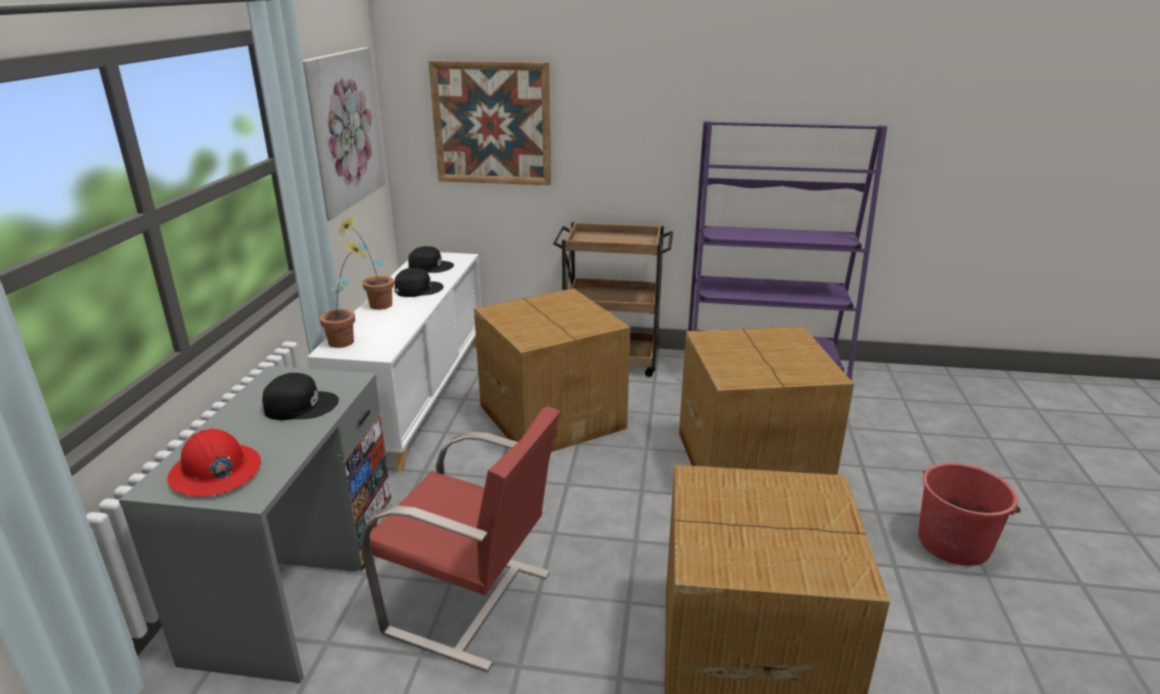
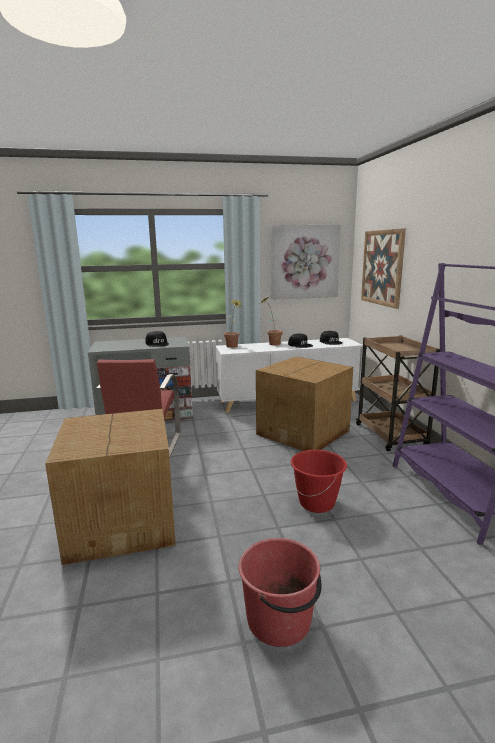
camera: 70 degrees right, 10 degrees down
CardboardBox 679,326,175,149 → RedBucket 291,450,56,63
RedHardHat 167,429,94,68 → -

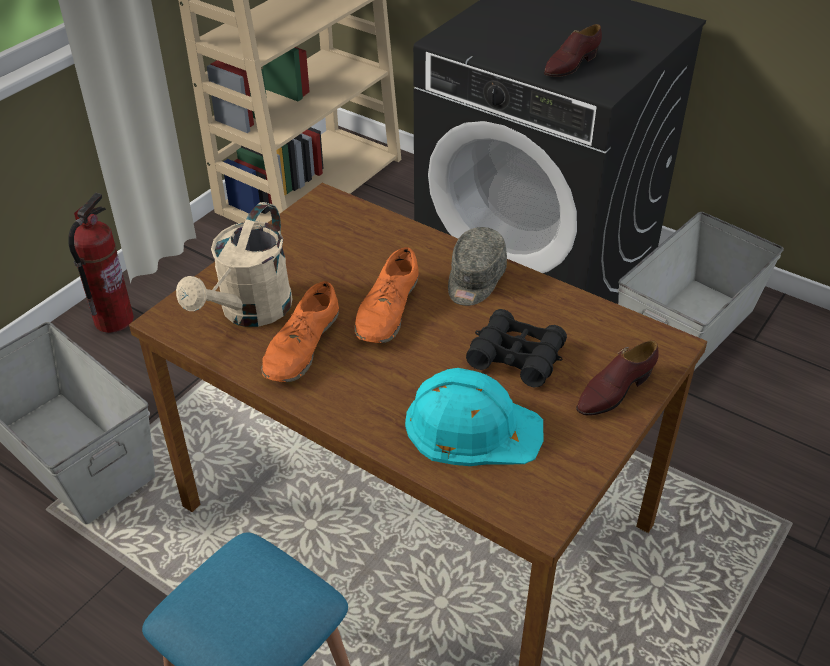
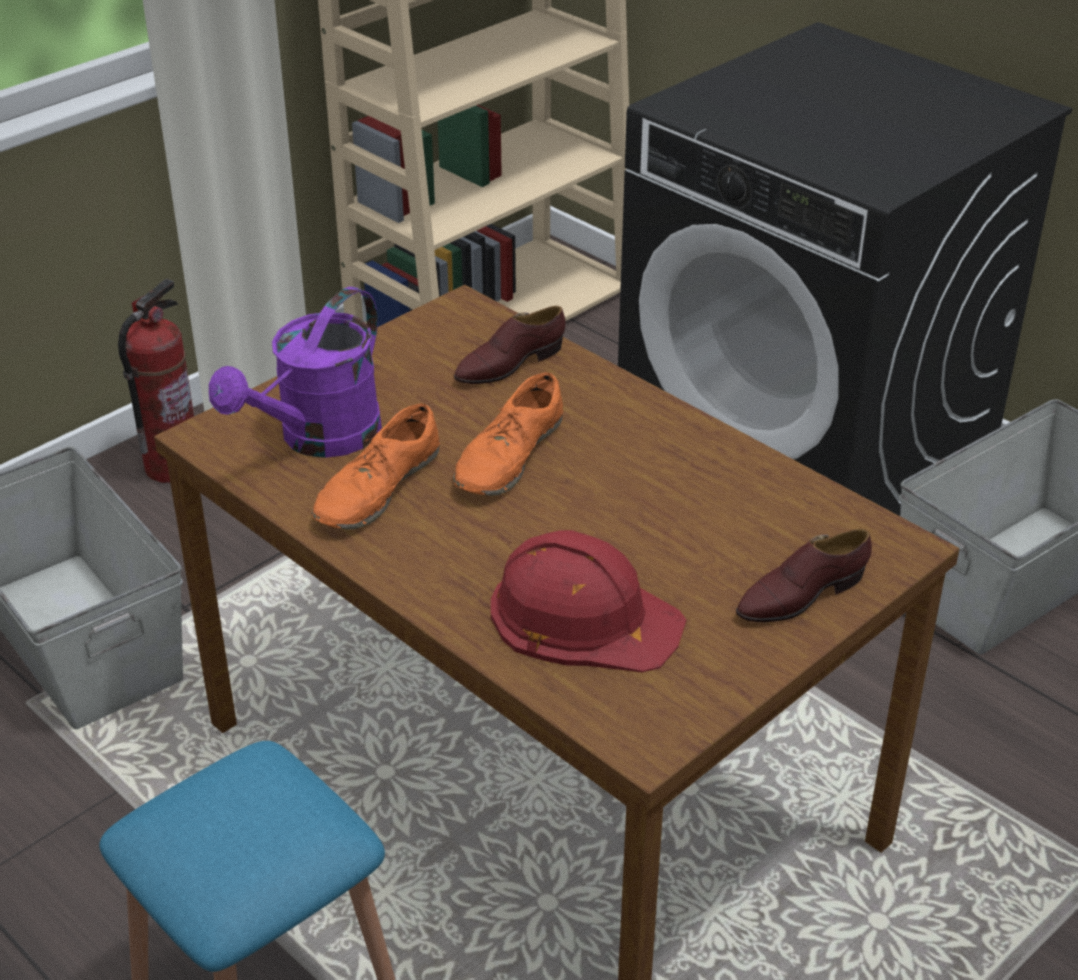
camera: 10 degrees right, 5 degrees down
BrownShoe 544,24,58,53 → BrownShoe 454,306,112,78, shifted
BeigeWateringCan 176,202,117,125 → PurpleWateringCan 209,287,173,171
GreyCap 448,227,59,79 → -
BlackBinoculars 466,309,101,78 → -
TurquoiseHardHat 405,368,138,98 → RedHardHat 491,530,195,142

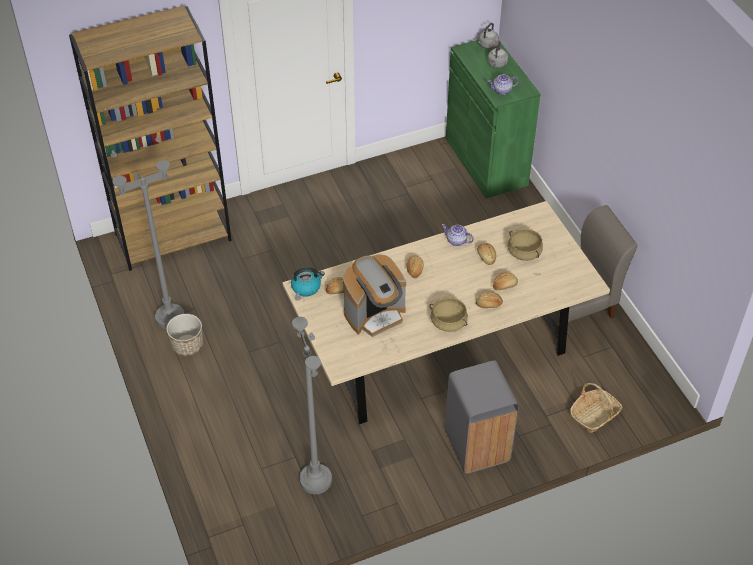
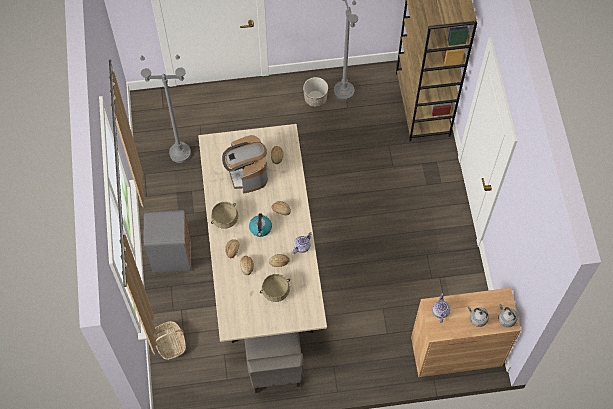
camera: 105 degrees right, 15 degrees up
GreenCabinet 446,40,94,159 → BrownCabinet 411,288,110,89
Kettle 291,267,34,30 → Kettle 249,213,23,24, shifted

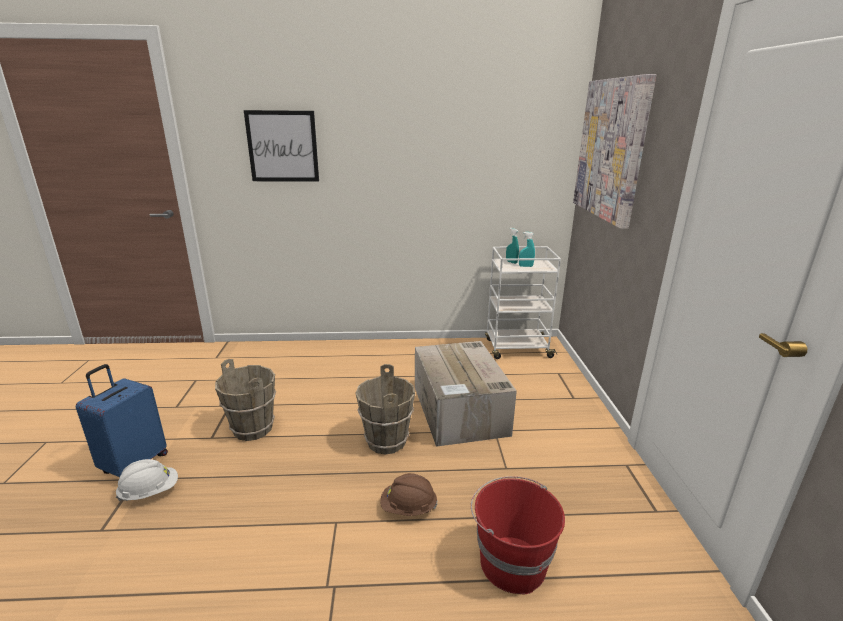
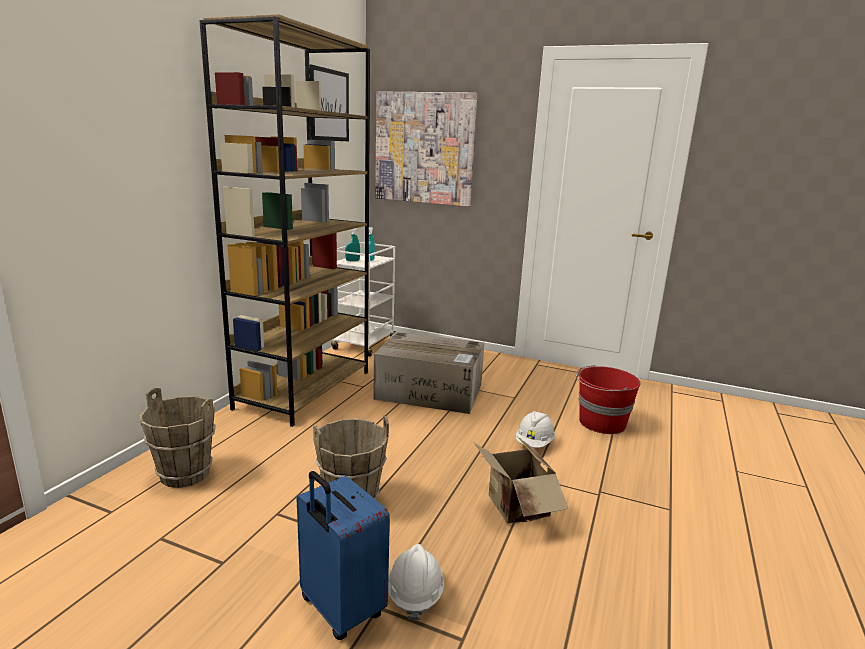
camera: 65 degrees left, 5 degrees down
Picture 244,110,75,72 → Picture 309,64,40,77, shifted
BrownBucket 355,364,60,90 → BrownBucket 140,388,76,100, shifted
BrownHardHat 380,473,58,43 → WhiteHardHat 516,411,39,37
- → BrownBookcase 199,14,171,413
- → CardboardBox 473,437,95,86

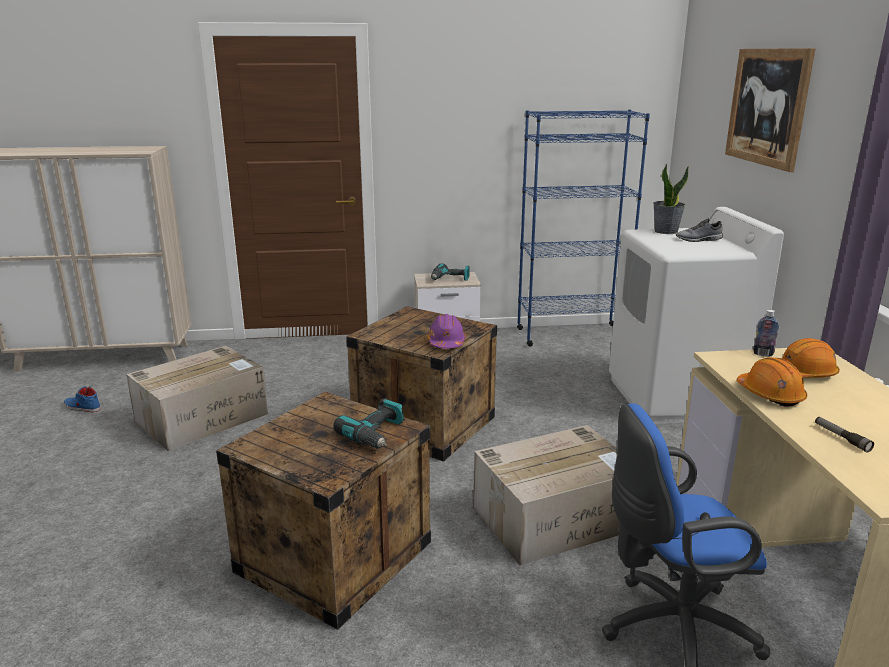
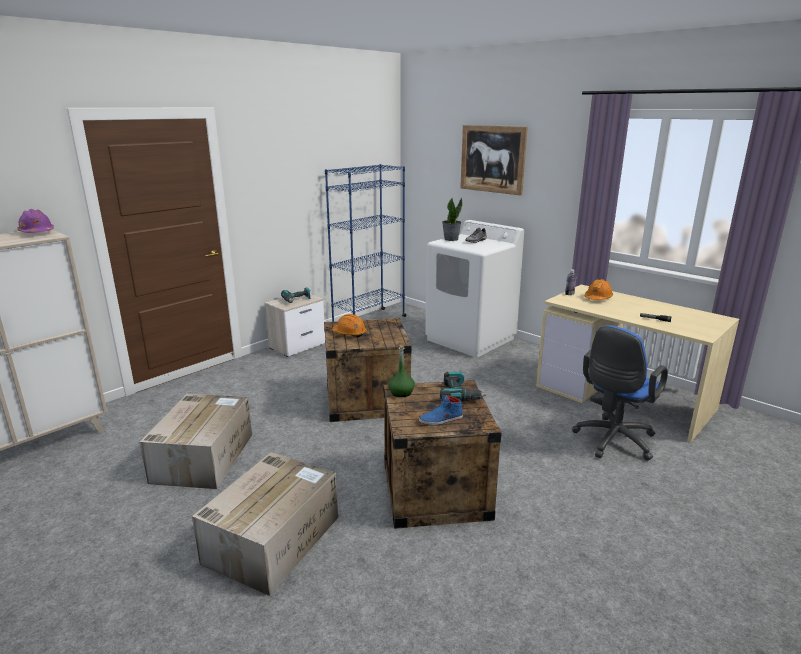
camera: 40 degrees left, 0 degrees up
PurpleHardHat 427,314,39,35 → PurpleHardHat 17,209,37,24, shifted
OrangeHardHat 737,357,70,49 → OrangeHardHat 332,314,35,23, shifted
BlueShoe 64,386,37,26 → BlueShoe 419,394,44,31, shifted
CardboardBox 473,425,148,141 → CardboardBox 192,452,146,144, shifted
- → GreenBottle 388,345,27,52

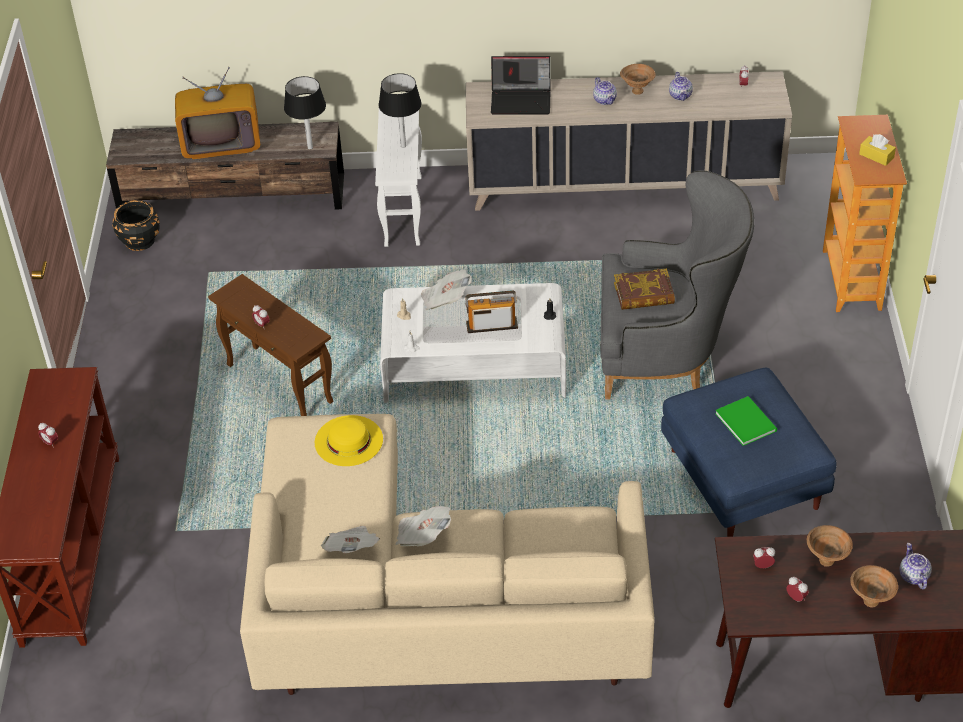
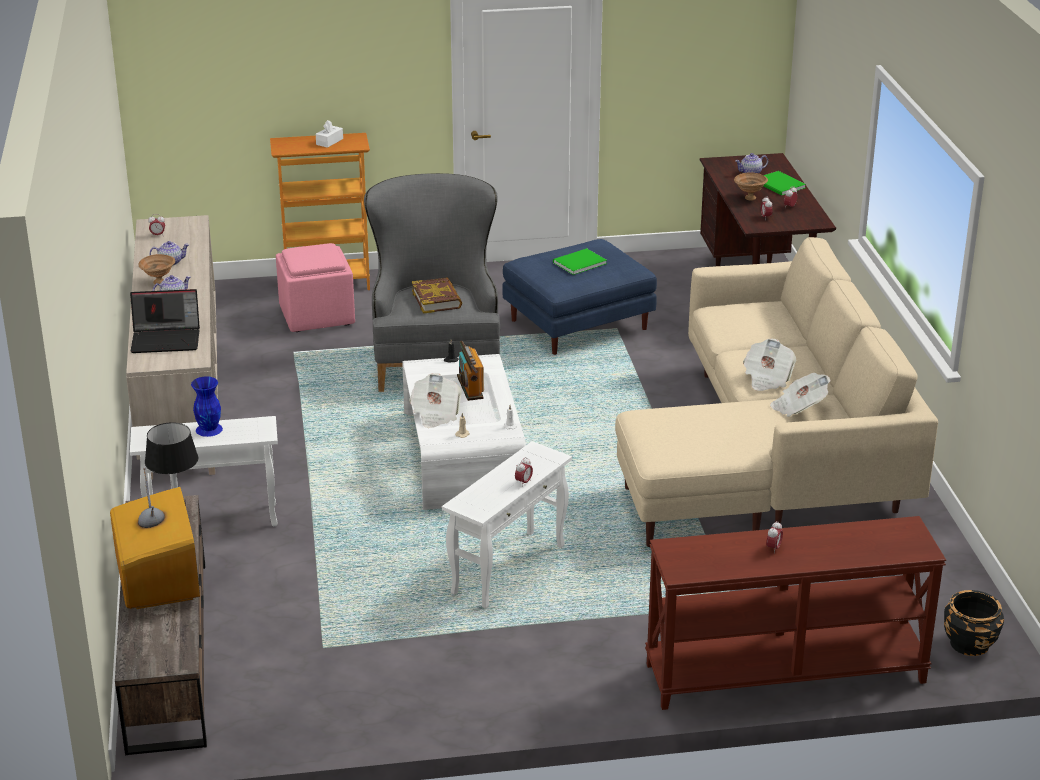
camera: 100 degrees left, 15 degrees down
Laptop 491,56,60,59 → Laptop 130,289,70,64, 90 degrees clockwise
BlackTableLamp 379,73,43,75 → BlueVase 191,376,32,61
YellowTissueBox 859,134,37,32 → WhiteTissueBox 316,120,27,28
BlackPlanter 113,200,47,51 → BlackPlanter 944,590,60,66, shifted
BrownSideTable 208,274,125,142 → WhiteSideTable 442,441,130,168
YellowHat 315,415,68,51 → -
BrownBowl 850,565,48,43 → GreenBook 763,171,43,25
- → PinkOttoman 276,243,79,89

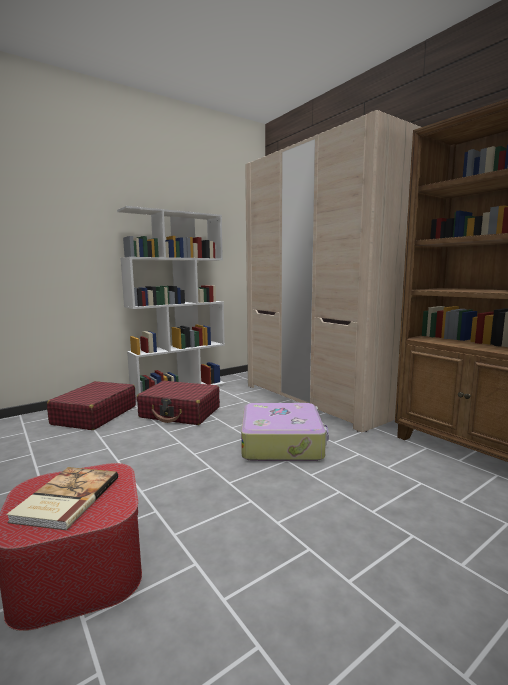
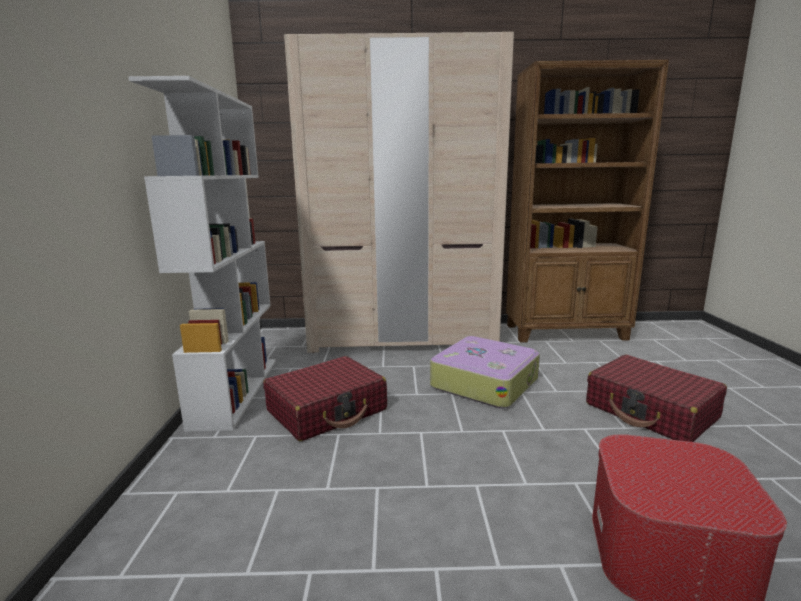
camera: 55 degrees left, 5 degrees up
RedSuitcase 47,381,89,49 → RedSuitcase 586,354,141,88, shifted
Book 6,467,112,63 → -

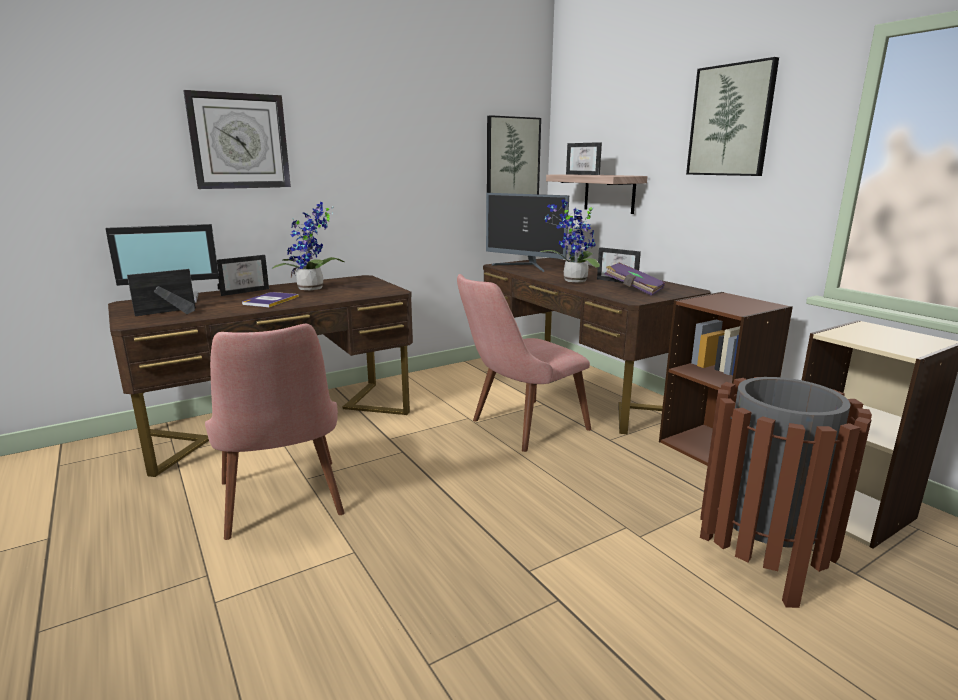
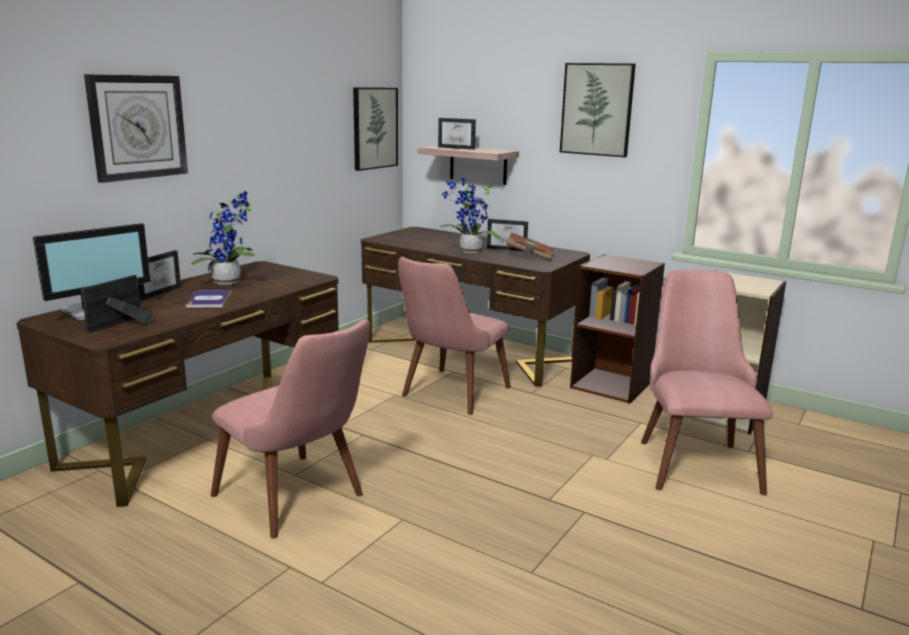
camera: 25 degrees left, 0 degrees up
Monitor 486,193,83,79 → -
PurpleBook 605,263,60,33 → BrownBook 506,233,48,28
BrownTrashCan 700,377,172,231 → PinkChair 641,270,132,225

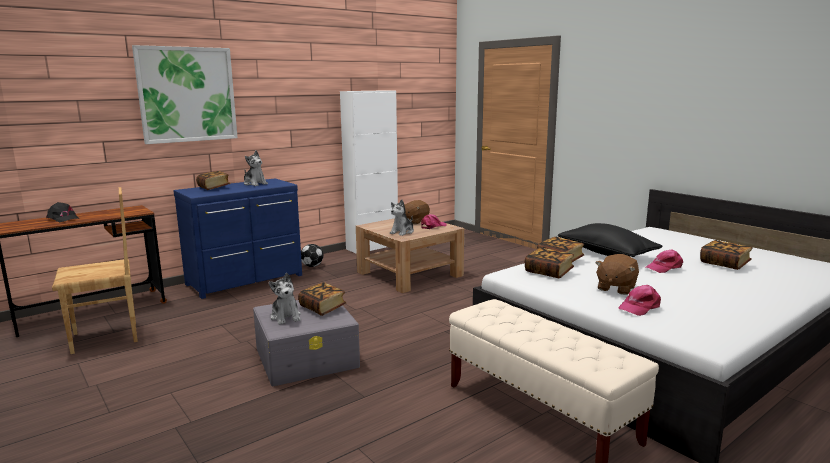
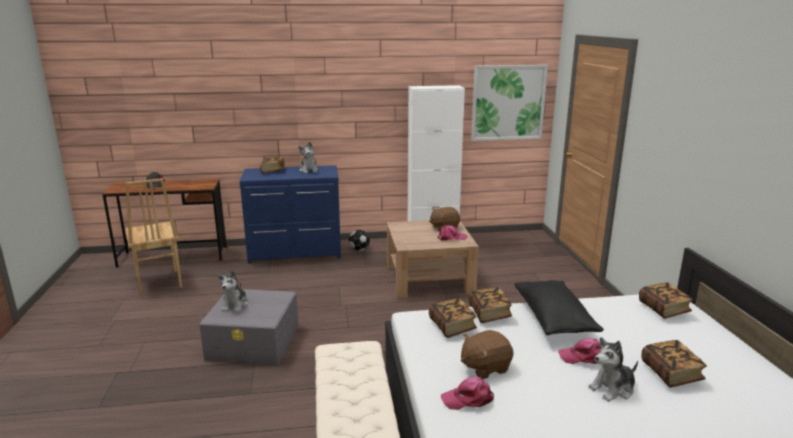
camera: 30 degrees right, 5 degrees up
Picture 132,45,106,99 → Picture 471,65,77,76, shifted
BrownChair 52,187,86,167 → BrownChair 125,178,57,117, 60 degrees clockwise
PlushToy 390,199,24,37 → PlushToy 588,337,50,65, shifted
Book 298,282,49,34 → Book 639,282,54,36, shifted

